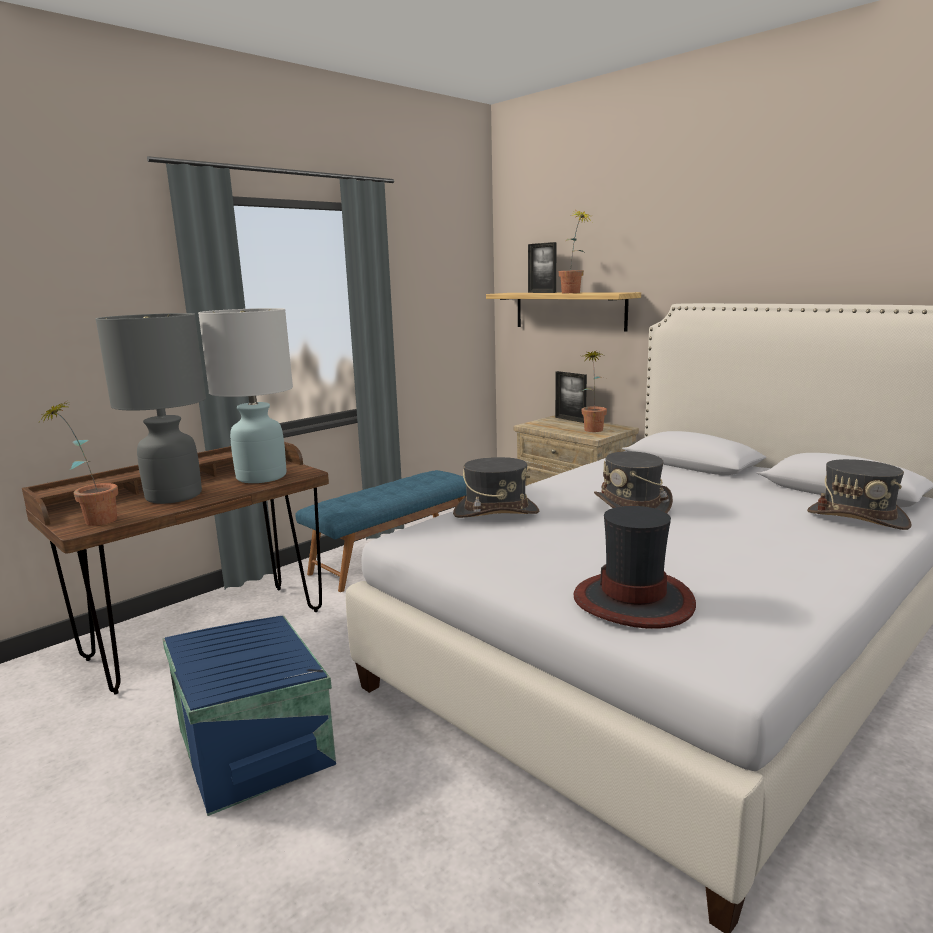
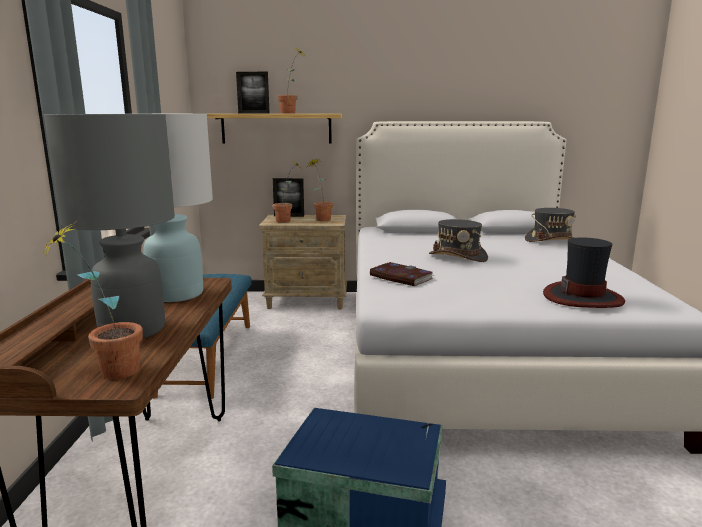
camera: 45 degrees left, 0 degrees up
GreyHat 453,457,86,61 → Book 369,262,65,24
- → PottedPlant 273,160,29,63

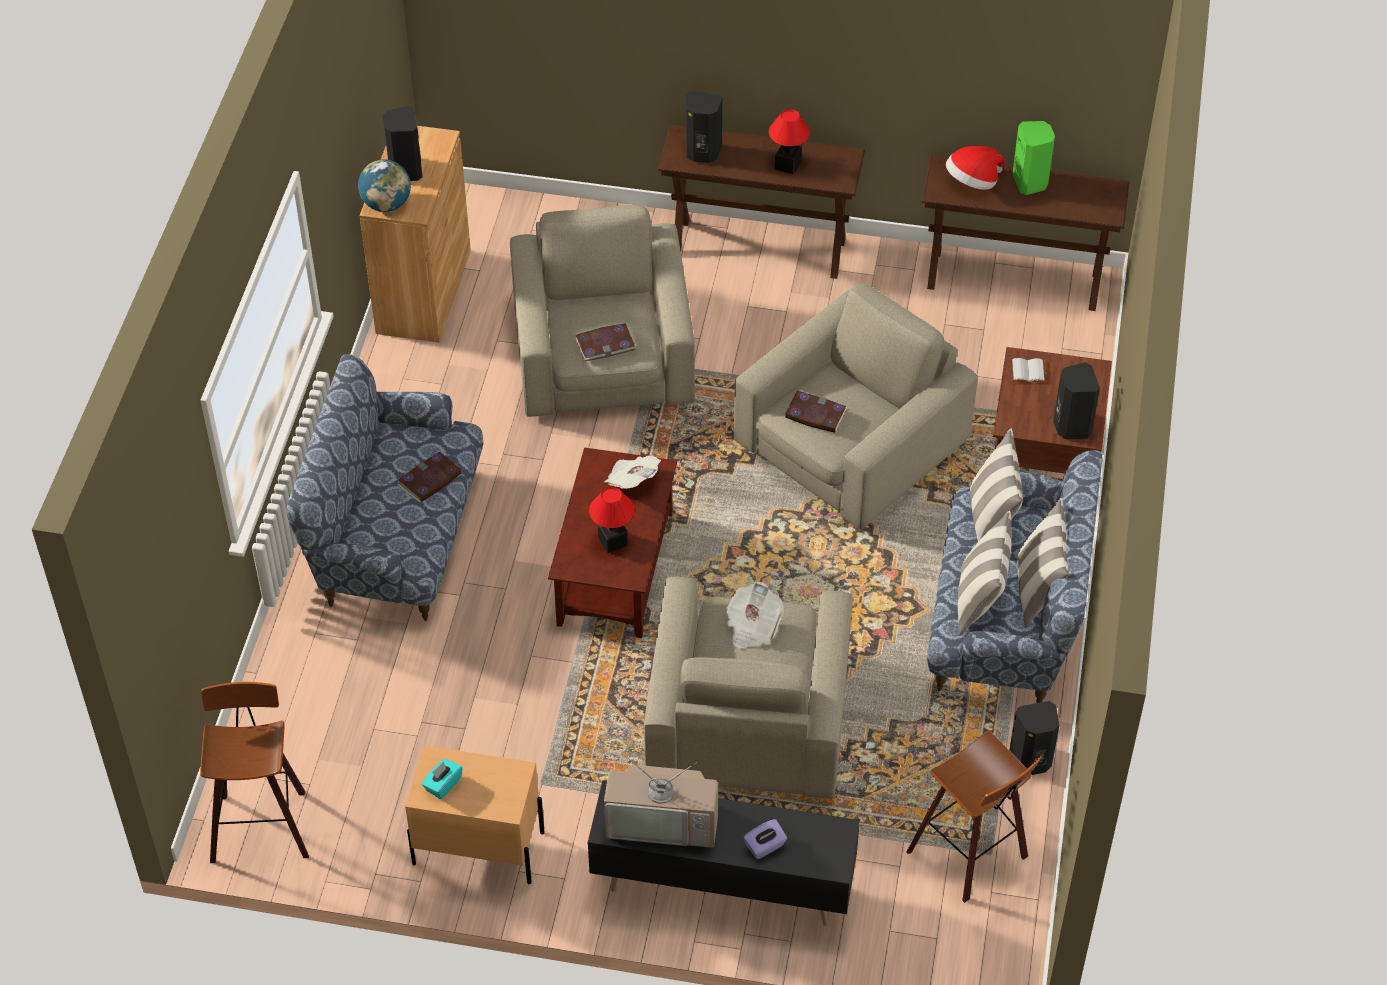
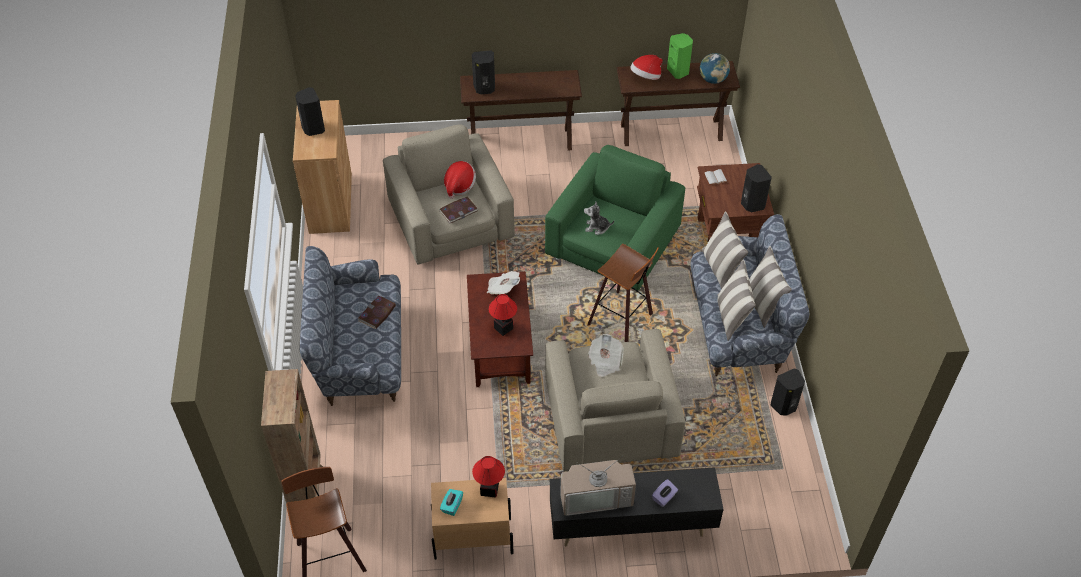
camera: 15 degrees left, 0 degrees up
TableLamp 769,109,41,65 → TableLamp 472,456,33,41, shifted
Globe 358,159,53,53 → Globe 700,53,30,31, shifted
BeigeArmchair 734,283,244,246 → GreenArmchair 545,145,140,146
Book 784,390,64,43 → PlushToy 584,202,30,33
Stool 907,730,135,173 → Stool 587,244,72,98, shifted
- → Hat 444,161,32,38
- → BrownBookcase 261,369,62,134

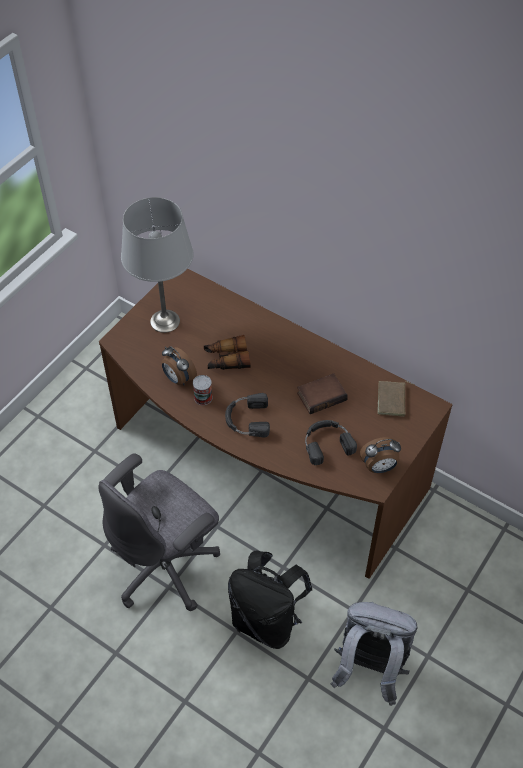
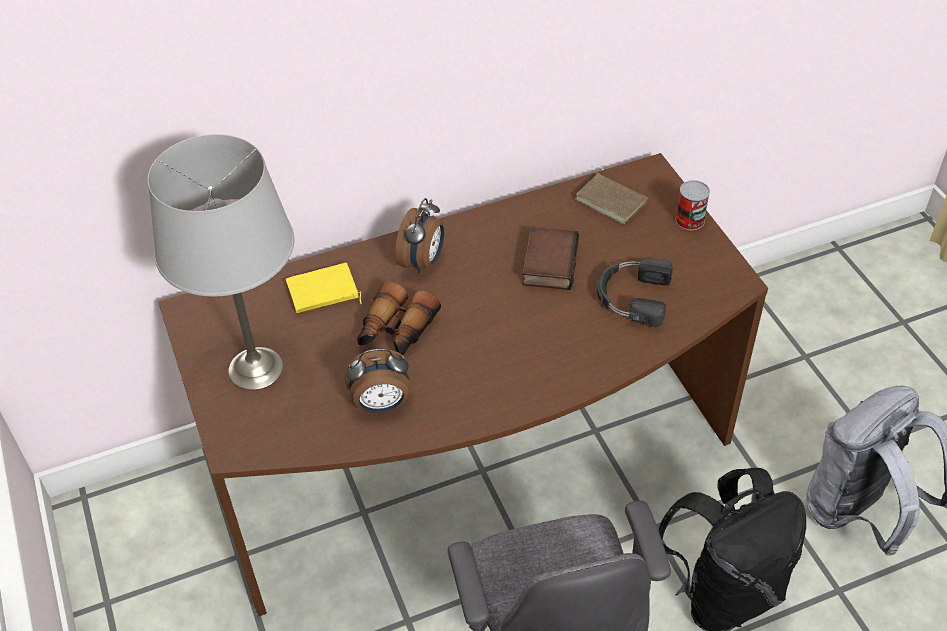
camera: 55 degrees left, 5 degrees down
Can 193,375,20,30 → Can 676,180,34,50, shifted
BlackHeadphones 225,393,45,44 → -
AlarmClock 360,437,41,36 → AlarmClock 395,198,49,75, shifted
- → YellowBook 286,263,76,50

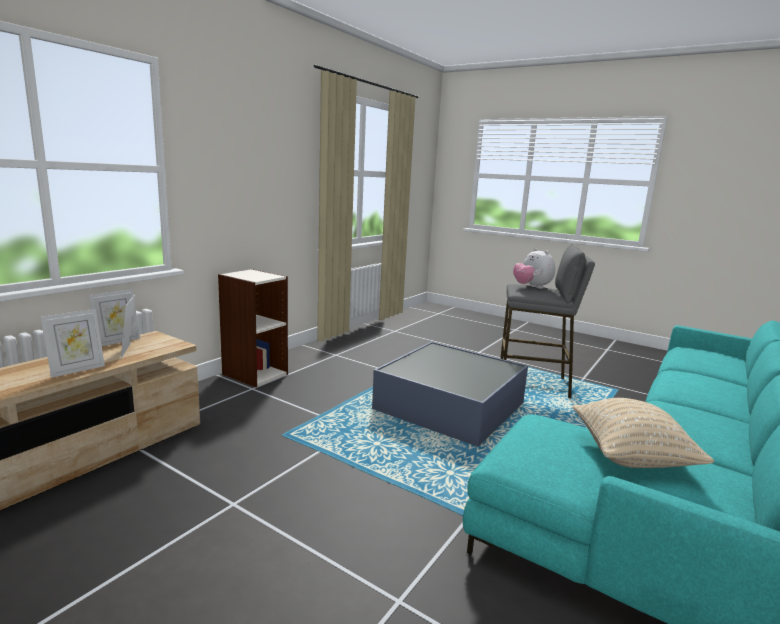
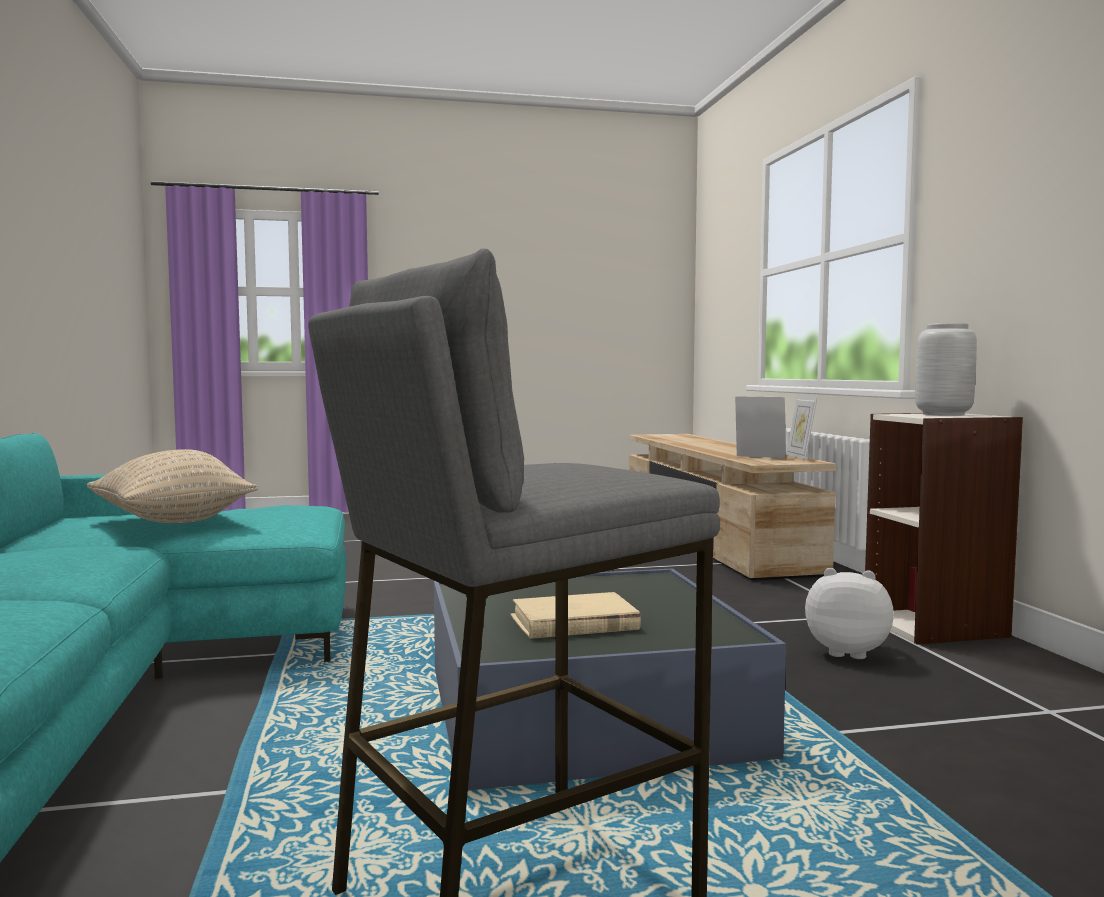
camera: 135 degrees right, 10 degrees down
PlushToy 513,248,42,41 → PlushToy 805,568,89,91, shifted
PictureFrame 40,309,65,69 → -
- → GreyVase 915,323,62,93
- → BeigeBook 510,592,131,47

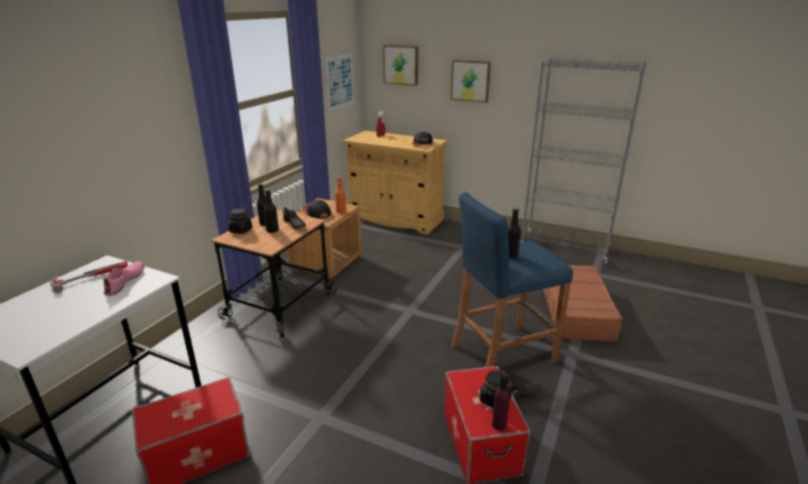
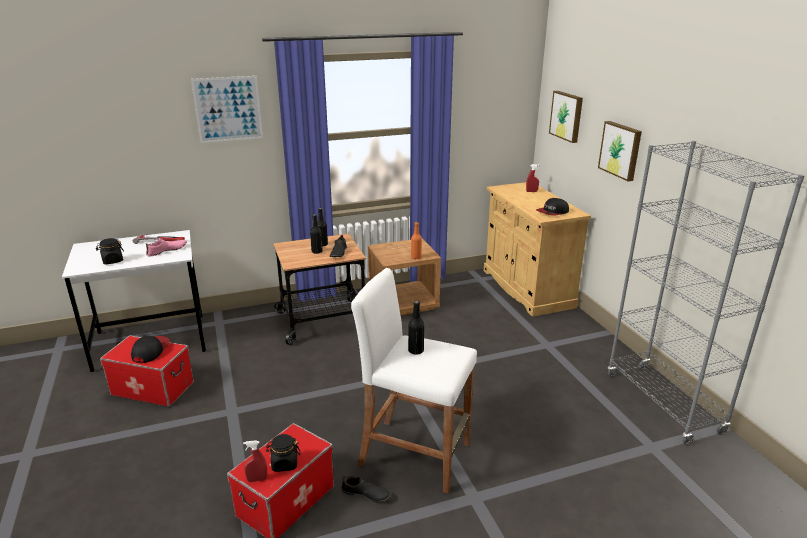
camera: 45 degrees right, 0 degrees up
Picture 325,54,29,57 → Picture 191,76,72,67, shifted
BlueStool 451,192,122,175 → WhiteStool 351,268,126,225
Cap 303,200,28,19 → Cap 131,336,39,27, shifted
BlackJar 228,208,24,26 → BlackJar 96,238,28,26, shifted
BrownSuitcase 543,265,80,77 → -
PurpleBottle 492,373,18,58 → RedSprayBottle 243,440,24,42

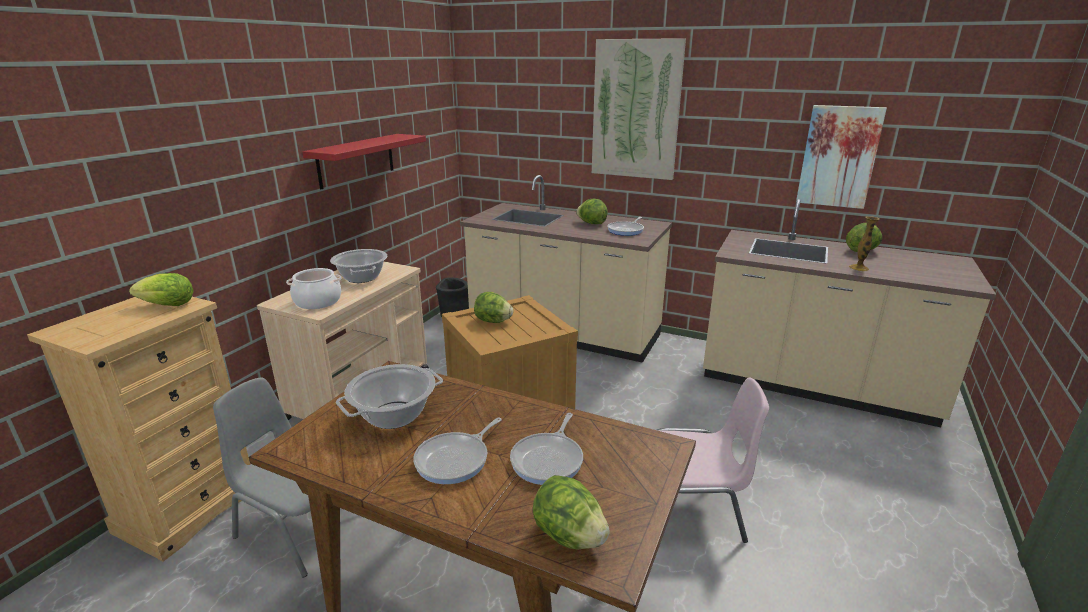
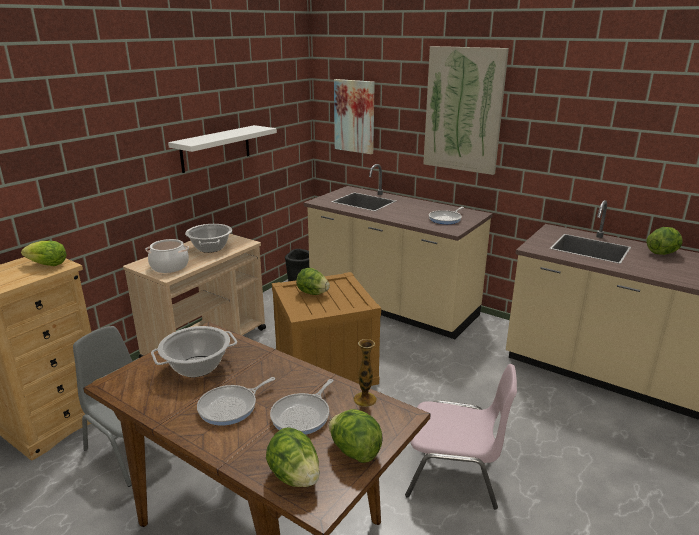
camera: 10 degrees right, 0 degrees up
Picture 796,105,91,104 → Picture 334,79,41,75, shifted
RedShelf 302,134,124,55 → WhiteShelf 168,125,109,48
Lettuce 576,199,32,25 → Lettuce 329,409,53,54, shifted
Vase 849,216,30,55 → Vase 353,339,24,68, shifted

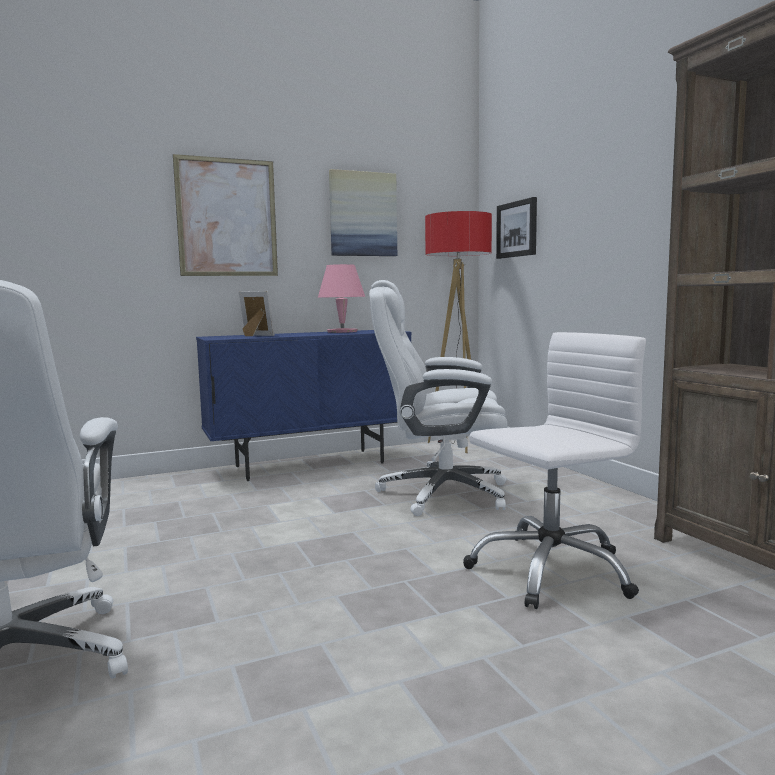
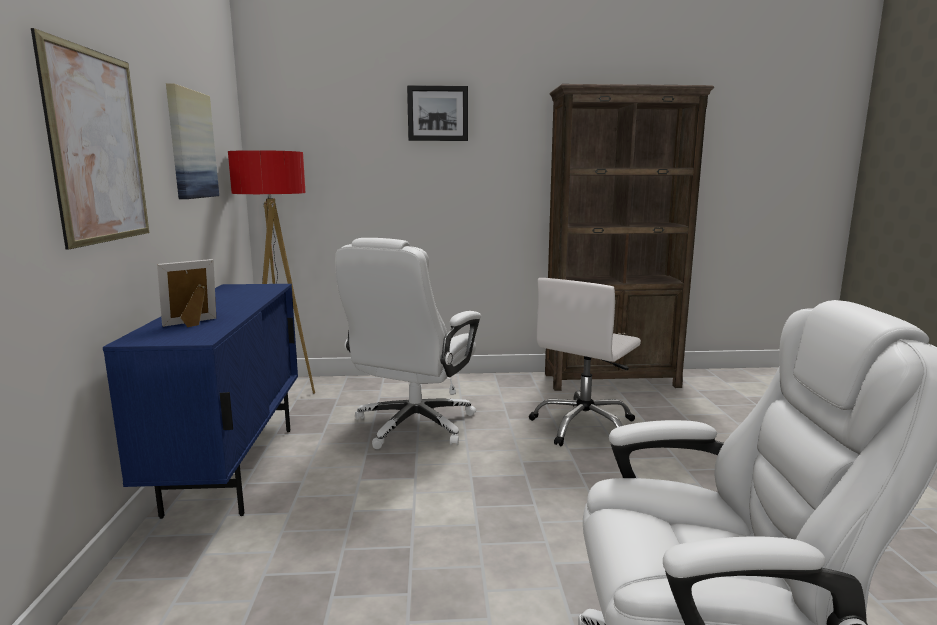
camera: 70 degrees left, 5 degrees up
Picture 496,197,41,62 → Picture 407,85,61,56, shifted
PinkTableLamp 318,264,47,69 → -
WhiteOfficeChair 463,332,183,277 → WhiteOfficeChair 529,278,112,168, 135 degrees counterclockwise

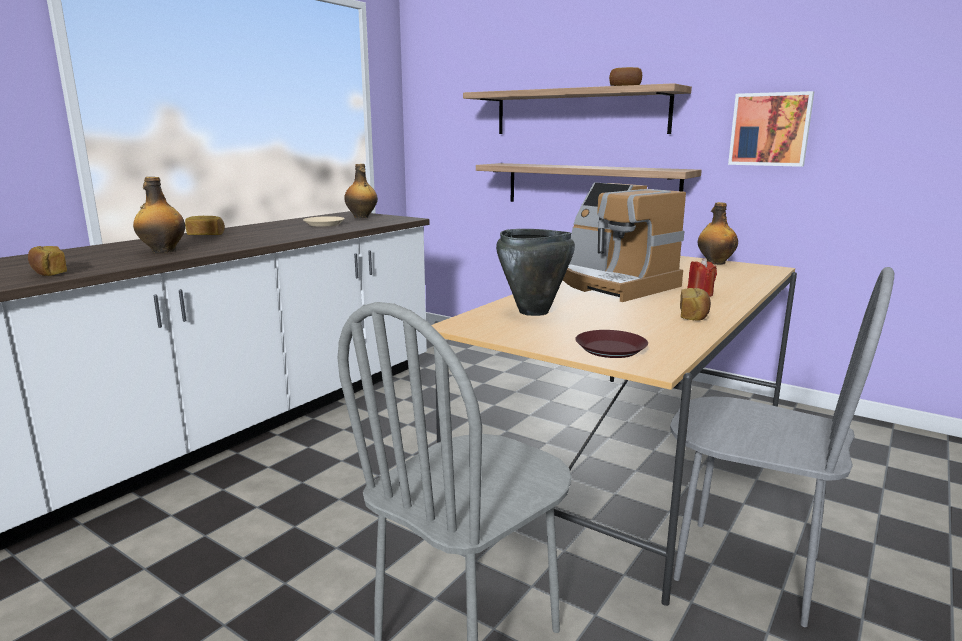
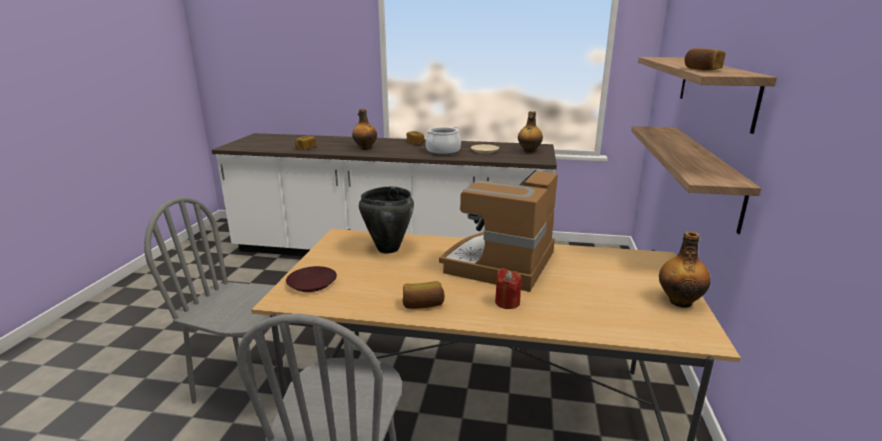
camera: 65 degrees right, 5 degrees up
Picture 728,91,86,76 → -
- → CookingPot 426,127,35,28

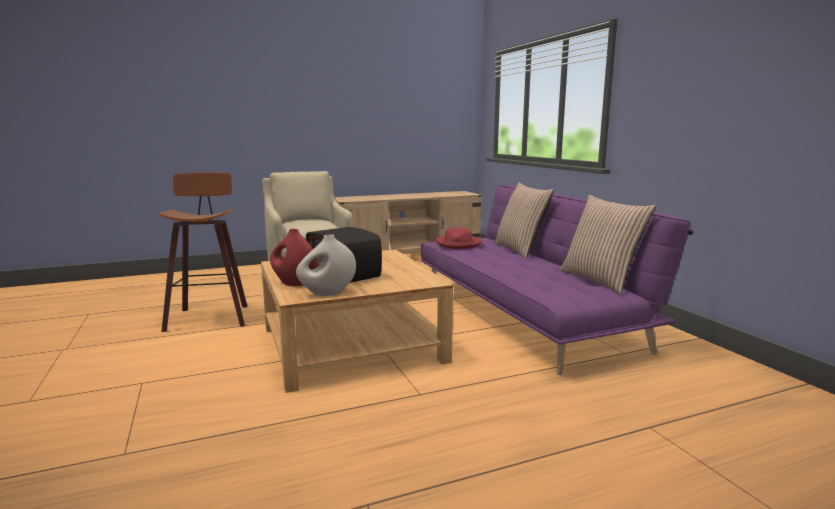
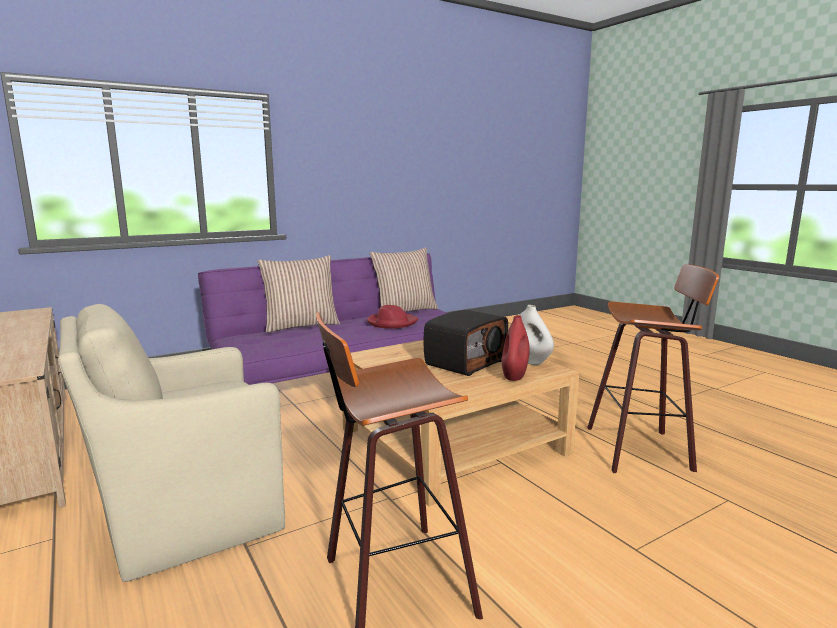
camera: 100 degrees left, 0 degrees up
RedHat 436,227,46,22 → RedHat 367,305,51,24, shifted
- → Stool 587,264,132,209

